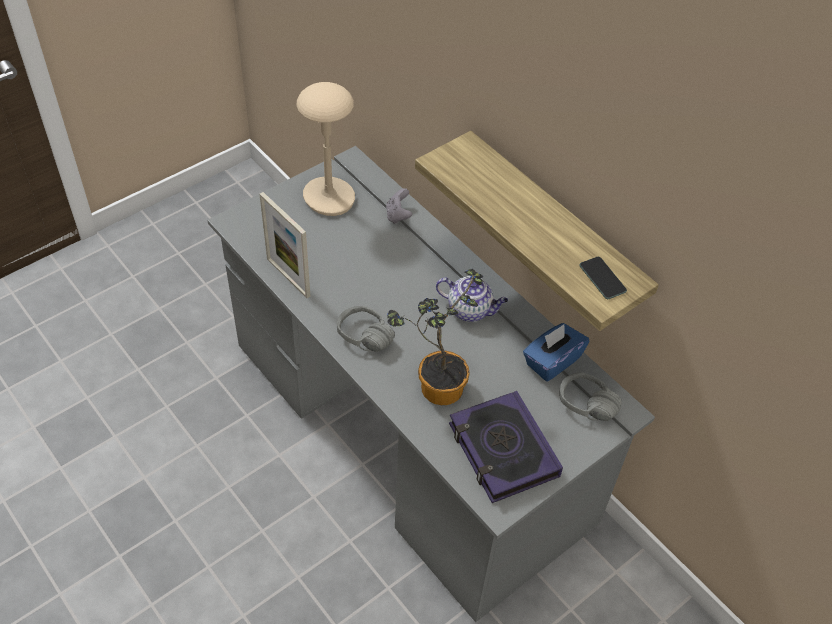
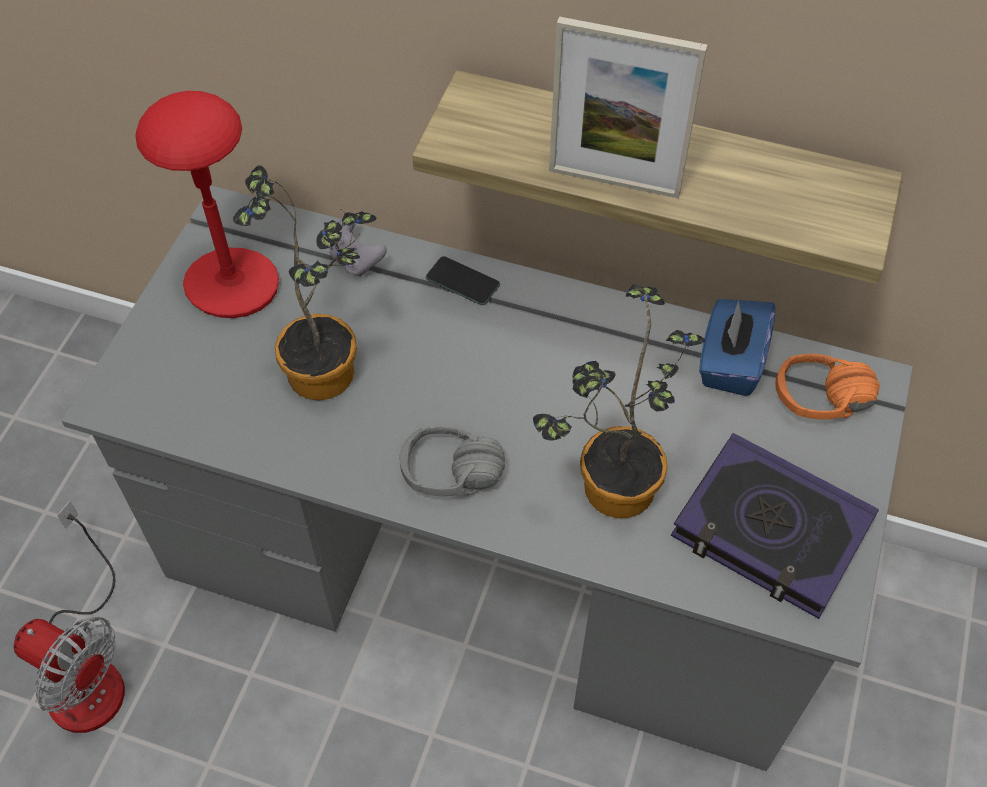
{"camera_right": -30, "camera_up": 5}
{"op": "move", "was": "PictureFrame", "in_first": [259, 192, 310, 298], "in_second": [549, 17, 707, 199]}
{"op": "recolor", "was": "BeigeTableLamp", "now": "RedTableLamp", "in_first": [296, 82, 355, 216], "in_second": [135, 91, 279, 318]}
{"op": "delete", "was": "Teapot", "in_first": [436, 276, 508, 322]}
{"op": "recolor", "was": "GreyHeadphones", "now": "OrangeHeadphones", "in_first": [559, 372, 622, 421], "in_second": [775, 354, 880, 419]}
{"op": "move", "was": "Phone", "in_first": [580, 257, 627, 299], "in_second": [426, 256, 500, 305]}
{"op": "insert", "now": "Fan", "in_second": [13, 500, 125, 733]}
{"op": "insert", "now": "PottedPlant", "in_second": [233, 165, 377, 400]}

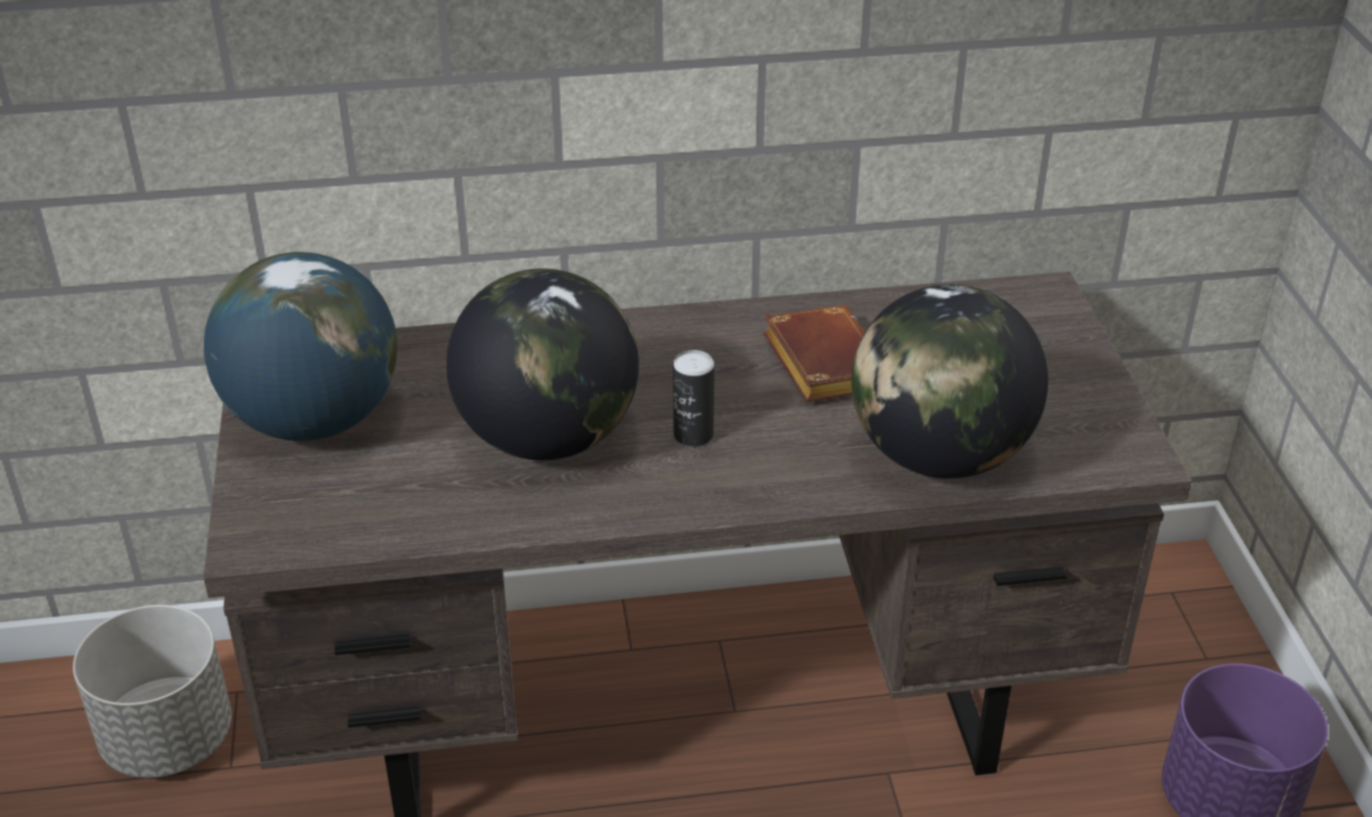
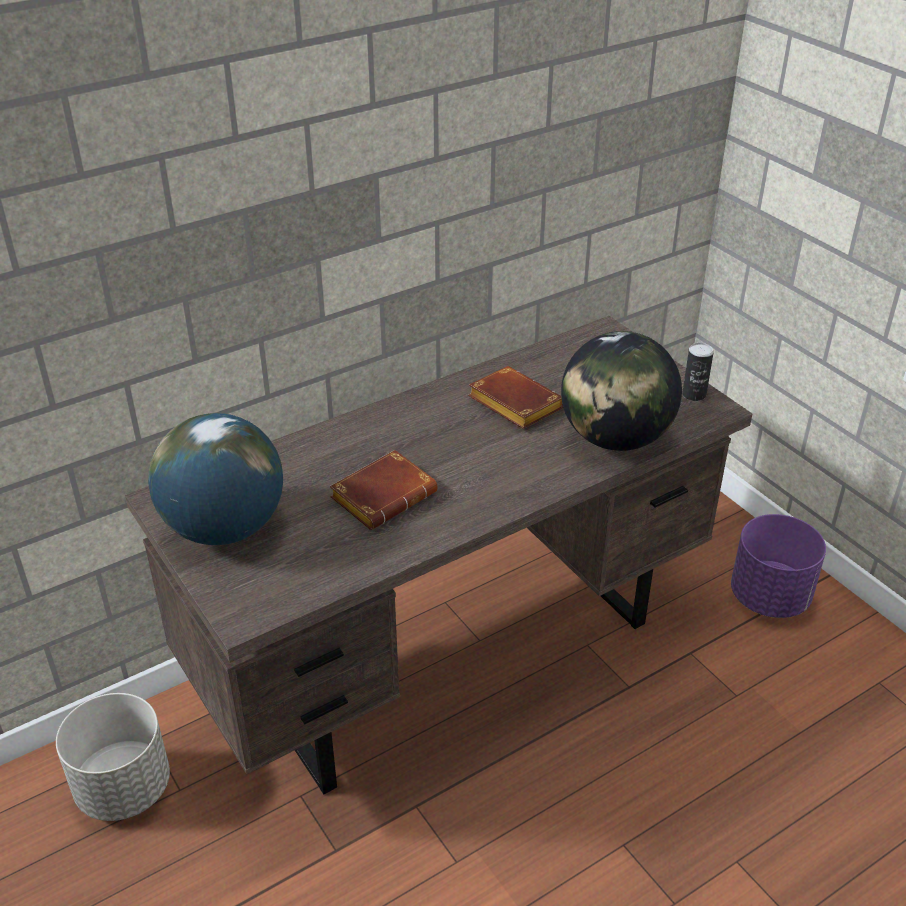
{"camera_right": -25, "camera_up": 0}
{"op": "replace", "was": "Globe", "now": "BrownBook", "in_first": [446, 268, 639, 460], "in_second": [330, 450, 438, 530]}
{"op": "move", "was": "Can", "in_first": [673, 350, 714, 447], "in_second": [682, 343, 714, 401]}

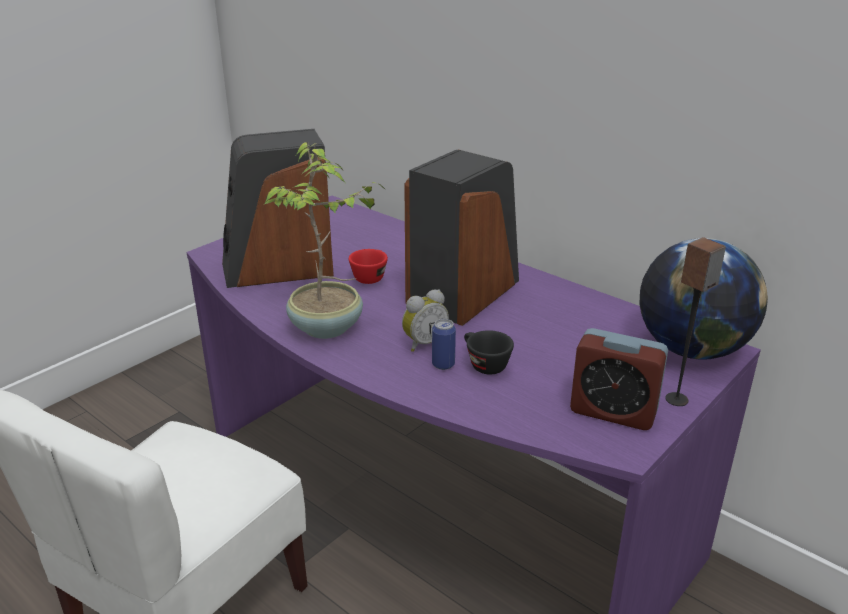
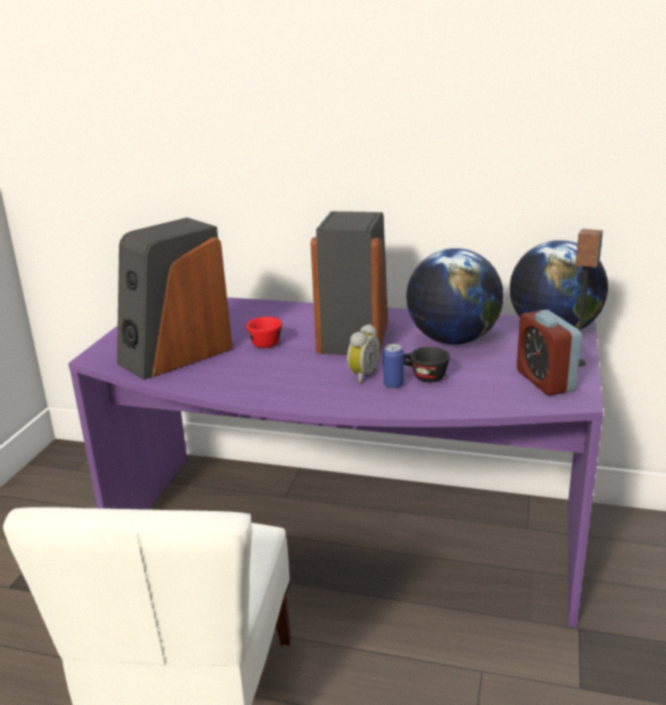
{"camera_right": -25, "camera_up": -5}
{"op": "delete", "was": "PottedPlant", "in_first": [263, 142, 385, 339]}
{"op": "rotate", "was": "AlarmClock", "in_first": [570, 328, 668, 430], "in_second": [517, 310, 582, 395], "clockwise": 75}
{"op": "insert", "now": "Globe", "in_second": [406, 248, 504, 345]}

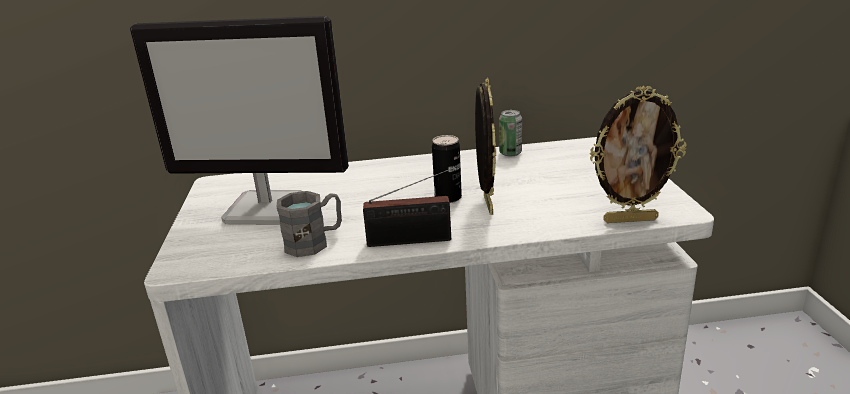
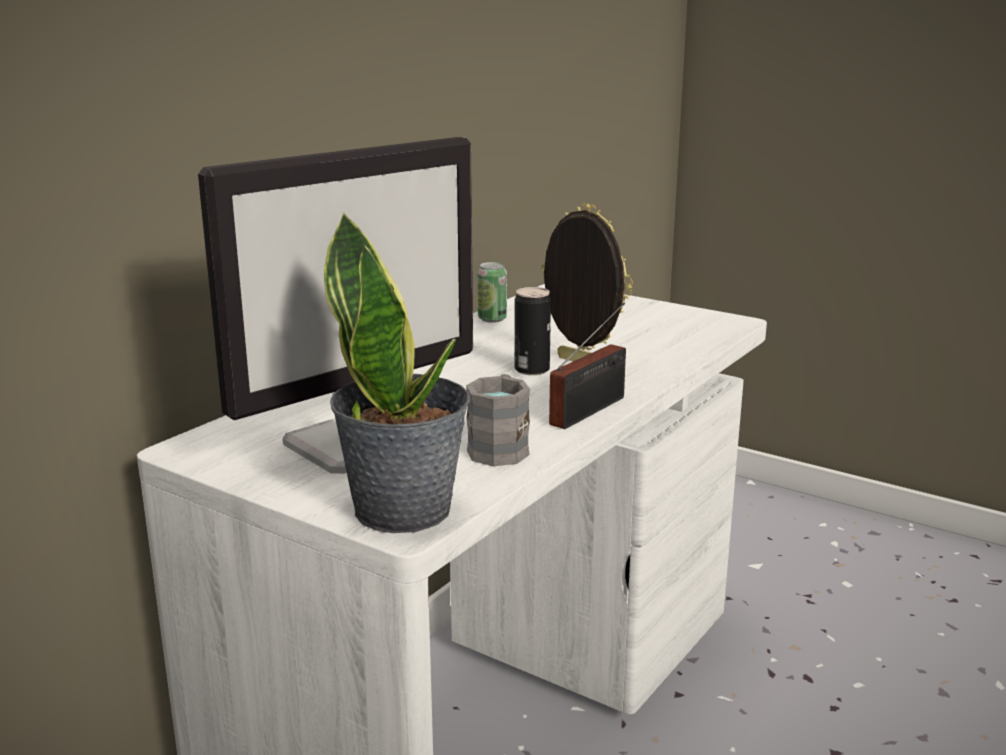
{"camera_right": -50, "camera_up": -5}
{"op": "delete", "was": "PictureFrame", "in_first": [589, 86, 686, 223]}
{"op": "insert", "now": "PottedPlant", "in_second": [324, 211, 470, 533]}

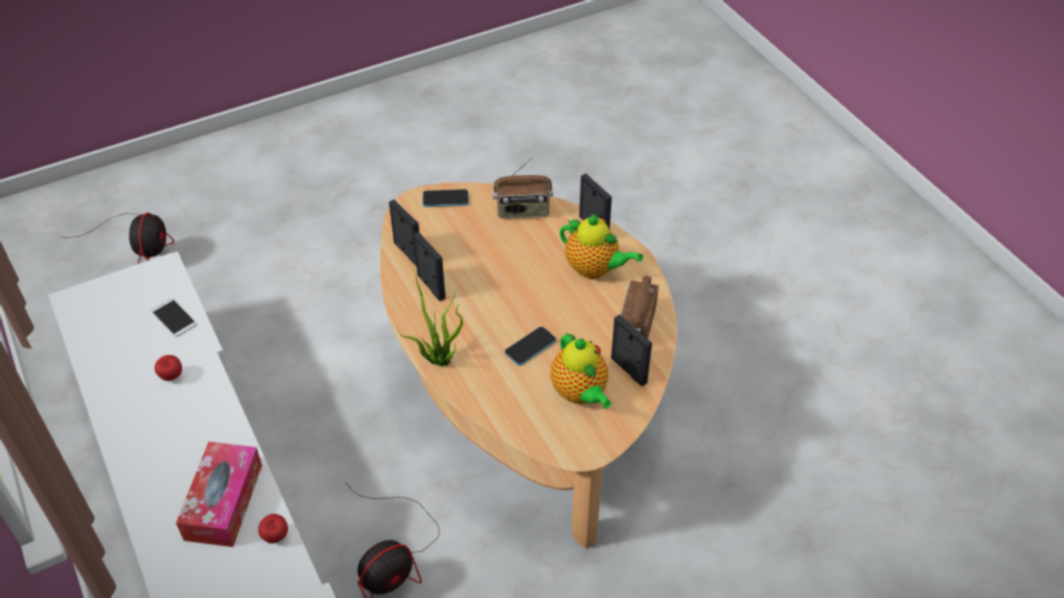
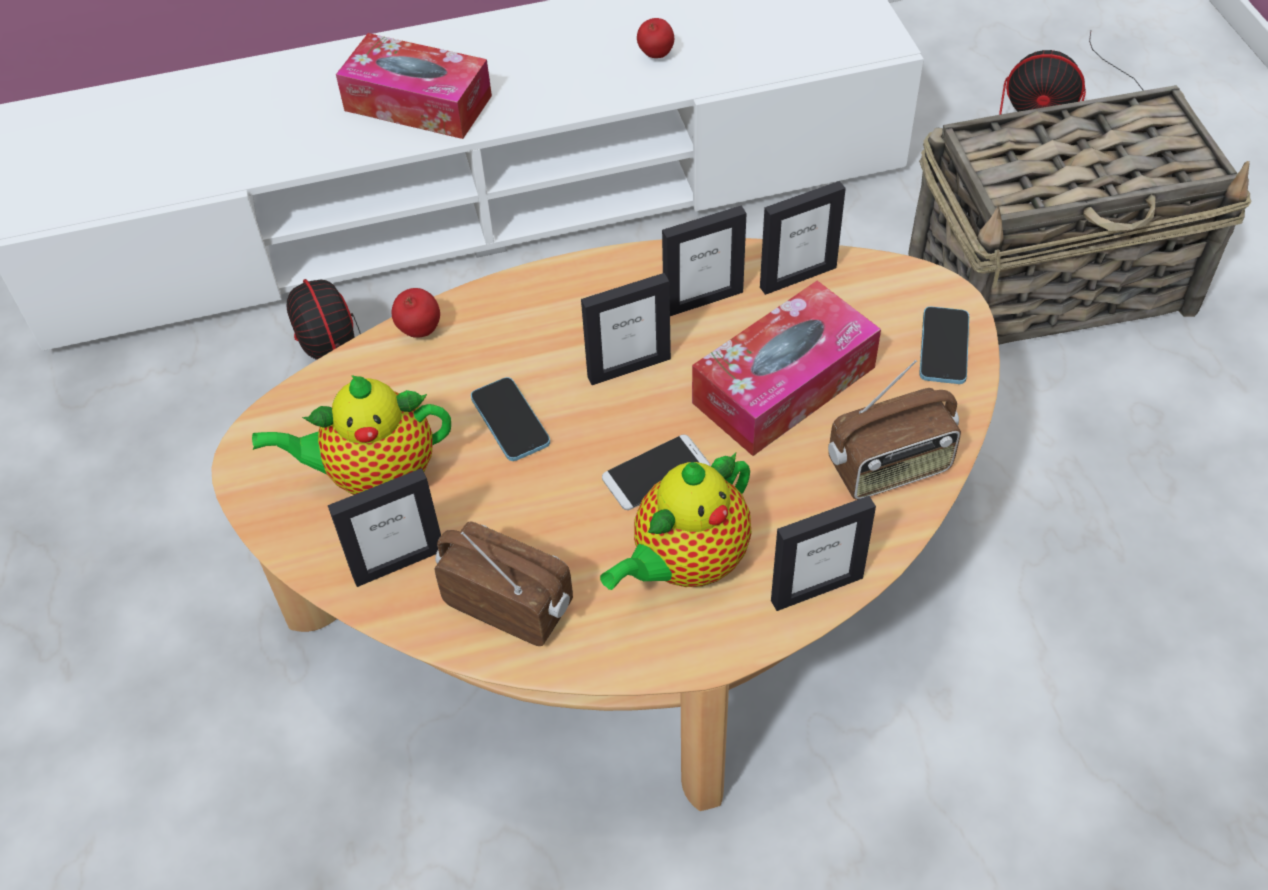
{"camera_right": 105, "camera_up": 5}
{"op": "move", "was": "Phone", "in_first": [152, 299, 196, 337], "in_second": [602, 435, 710, 510]}
{"op": "move", "was": "Apple", "in_first": [258, 514, 288, 543], "in_second": [392, 288, 440, 338]}
{"op": "delete", "was": "PottedPlant", "in_first": [397, 264, 463, 367]}
{"op": "rotate", "was": "Radio", "in_first": [493, 158, 553, 219], "in_second": [828, 360, 961, 500], "clockwise": -120}
{"op": "insert", "now": "PictureFrame", "in_second": [581, 273, 671, 385]}
{"op": "insert", "now": "TissueBox", "in_second": [692, 281, 881, 456]}
{"op": "insert", "now": "Basket", "in_second": [908, 85, 1252, 345]}

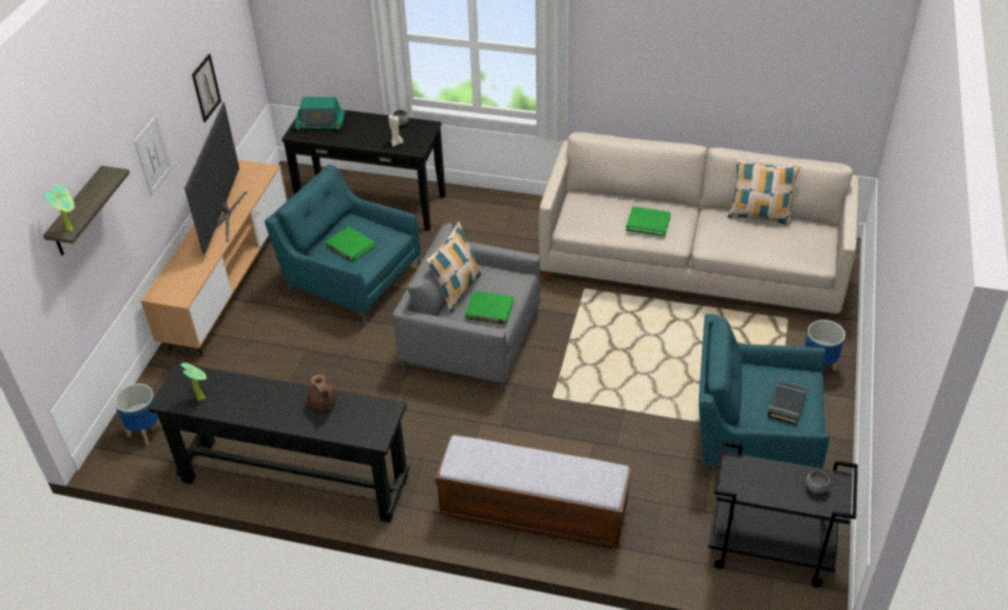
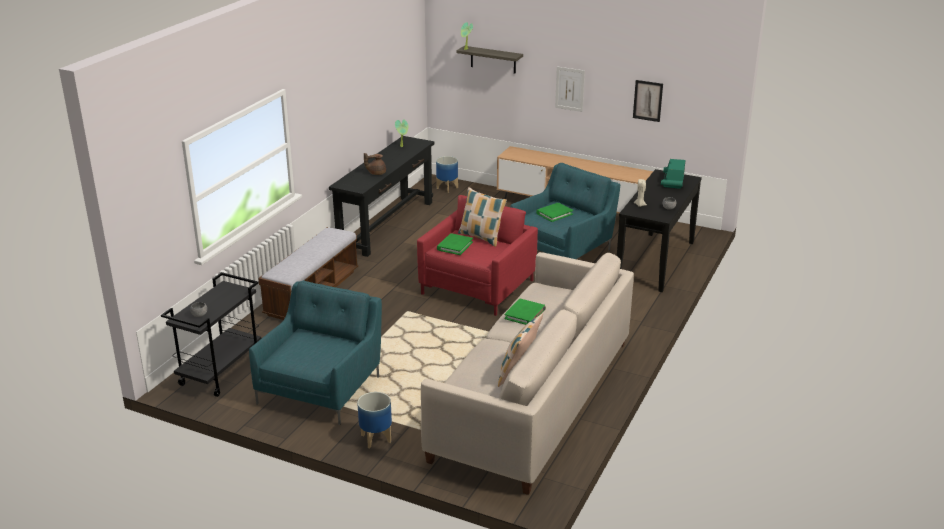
{"camera_right": 100, "camera_up": -15}
{"op": "delete", "was": "Television", "in_first": [184, 102, 247, 254]}
{"op": "recolor", "was": "GreyArmchair", "now": "RedArmchair", "in_first": [393, 223, 540, 394], "in_second": [417, 195, 538, 316]}
{"op": "delete", "was": "BlackBook", "in_first": [767, 380, 807, 425]}

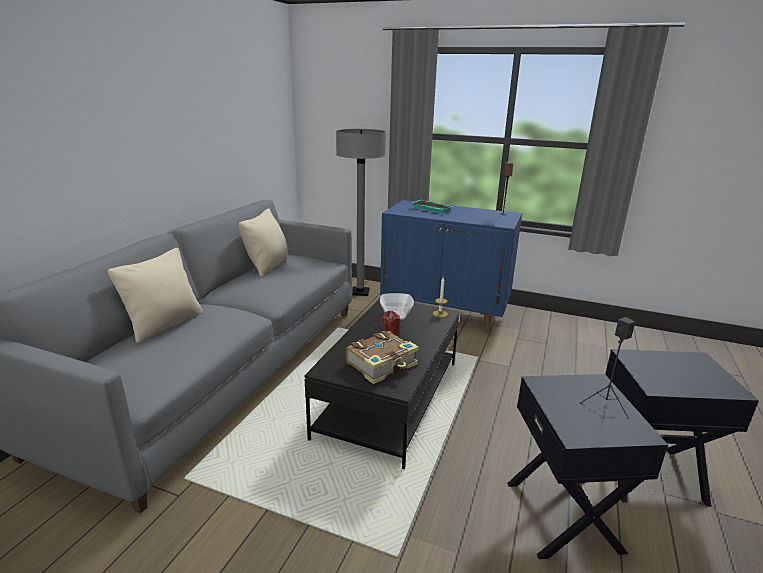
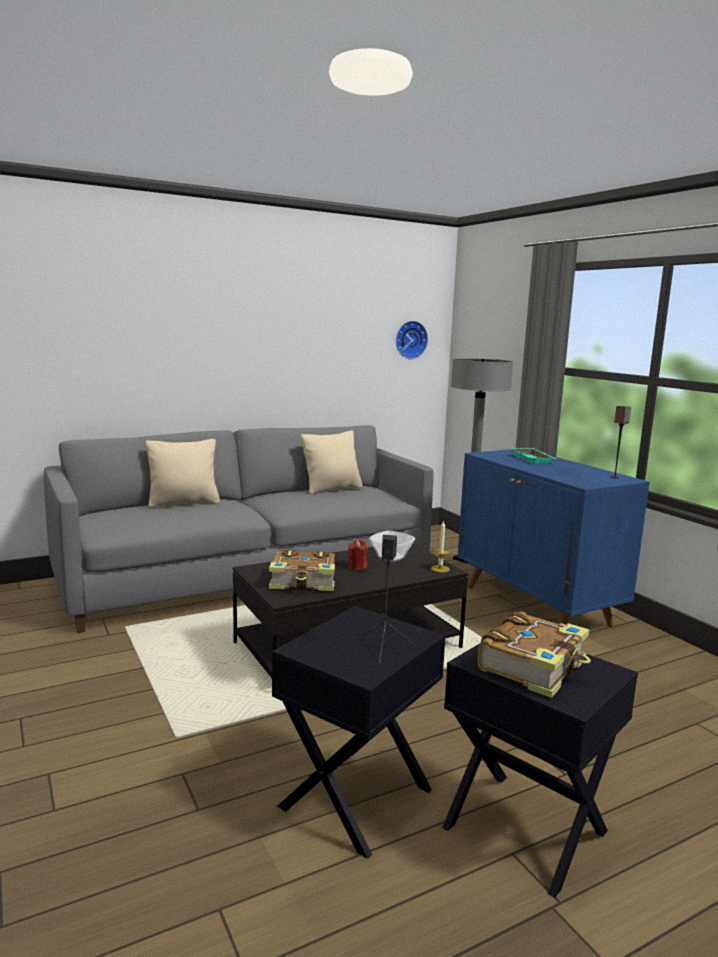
{"camera_right": 40, "camera_up": -10}
{"op": "insert", "now": "WallClock", "in_second": [396, 321, 428, 360]}
{"op": "insert", "now": "Book", "in_second": [477, 611, 591, 698]}

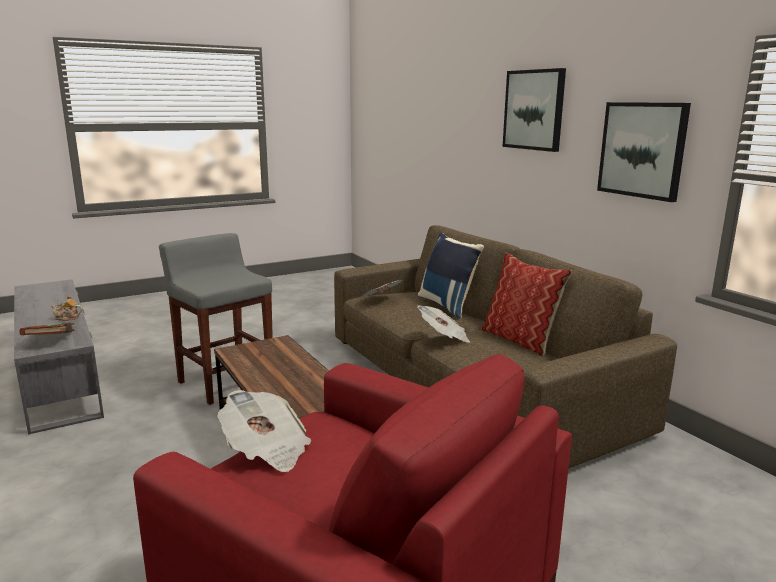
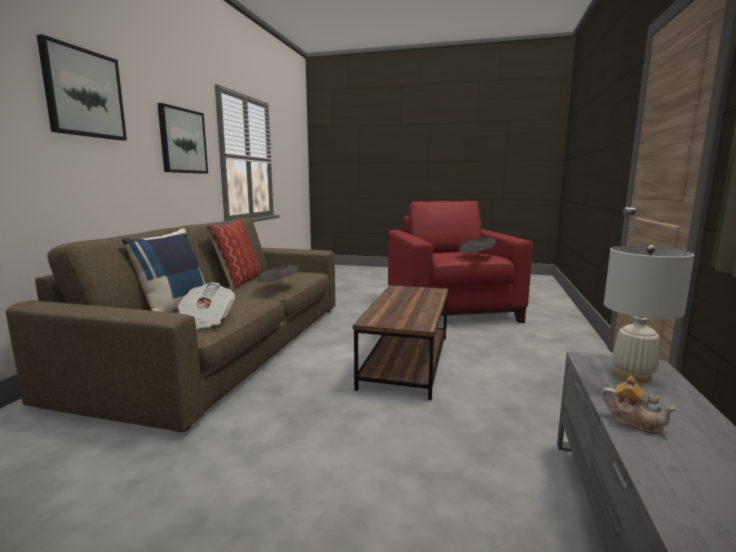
{"camera_right": -135, "camera_up": -5}
{"op": "replace", "was": "BrownBook", "now": "WhiteTableLamp", "in_first": [19, 322, 75, 335], "in_second": [604, 245, 694, 383]}
{"op": "delete", "was": "GreyStool", "in_first": [159, 233, 273, 405]}

